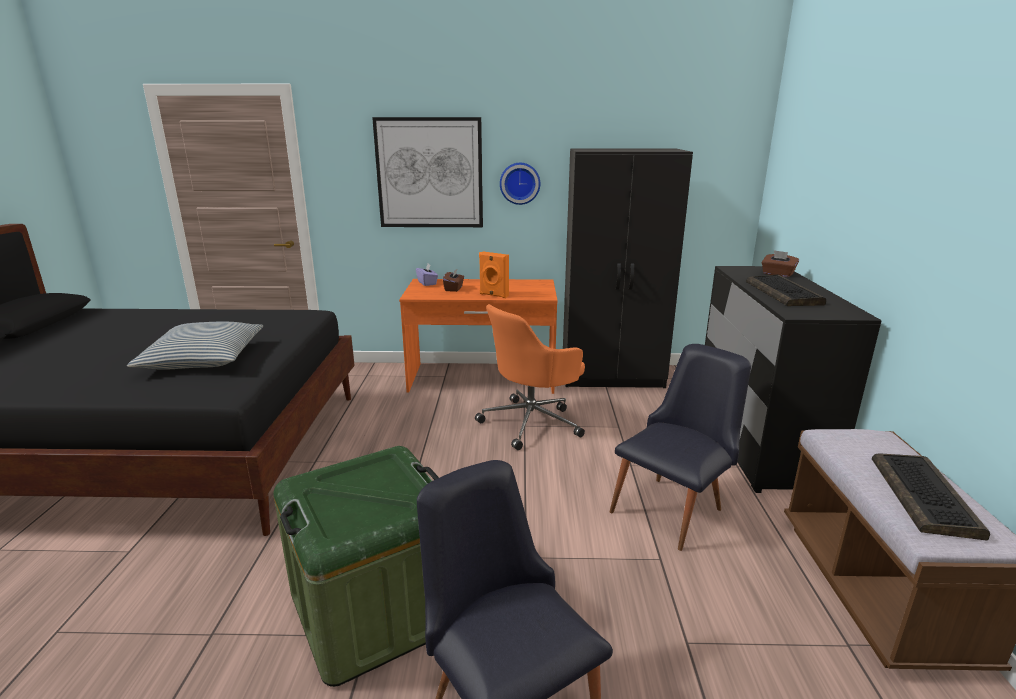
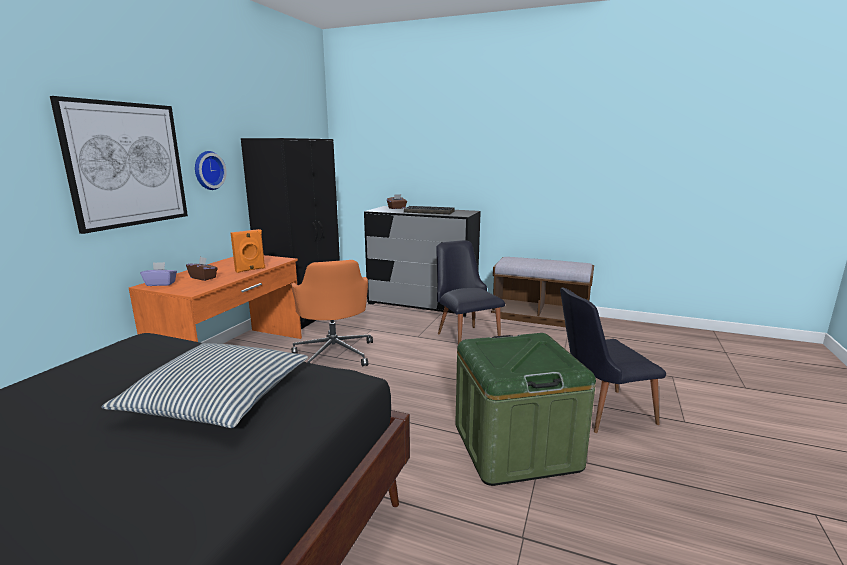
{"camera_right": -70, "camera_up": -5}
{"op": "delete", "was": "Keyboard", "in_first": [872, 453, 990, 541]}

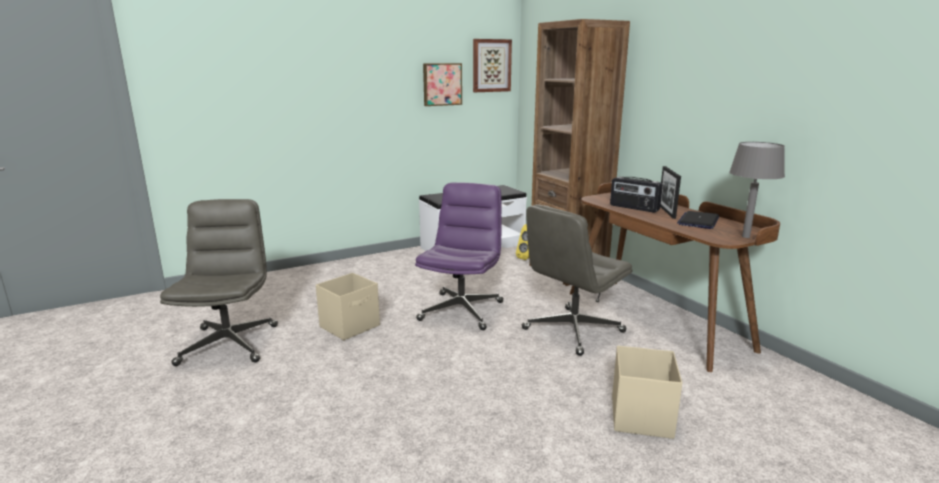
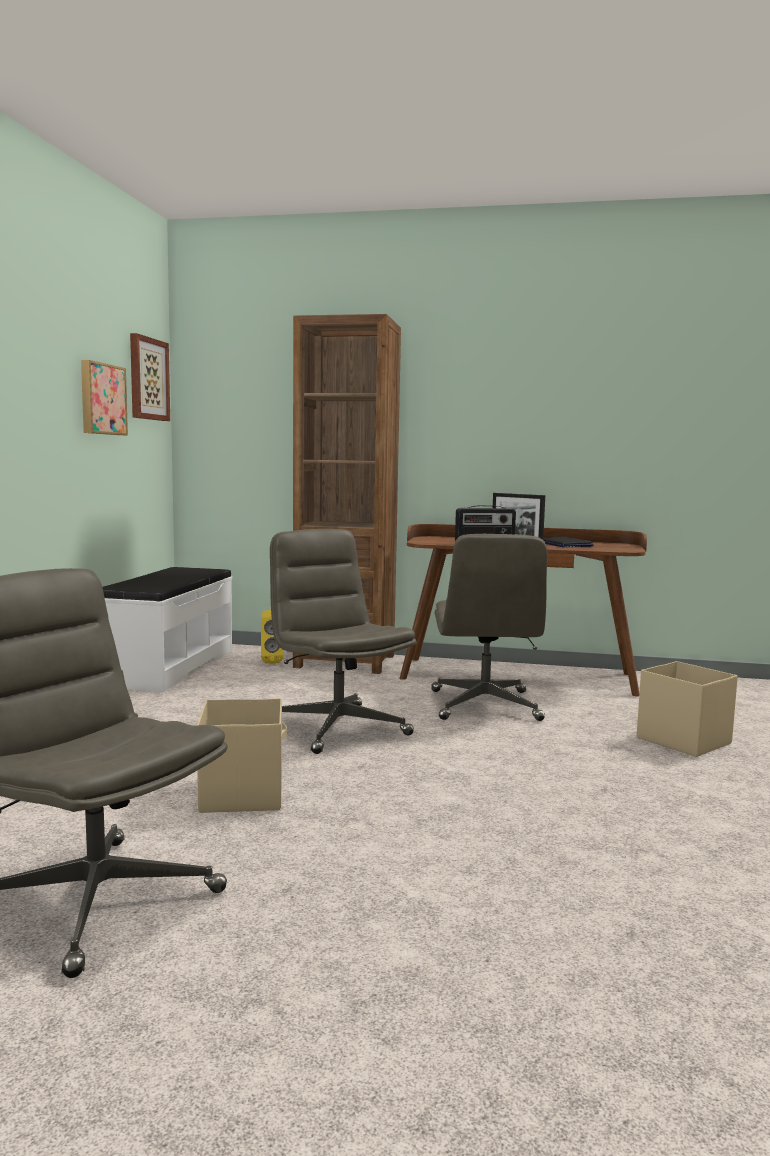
{"camera_right": -50, "camera_up": -10}
{"op": "recolor", "was": "PurpleOfficeChair", "now": "GreyOfficeChair", "in_first": [415, 182, 504, 330], "in_second": [270, 529, 417, 754]}
{"op": "delete", "was": "GreyTableLamp", "in_first": [729, 142, 785, 238]}

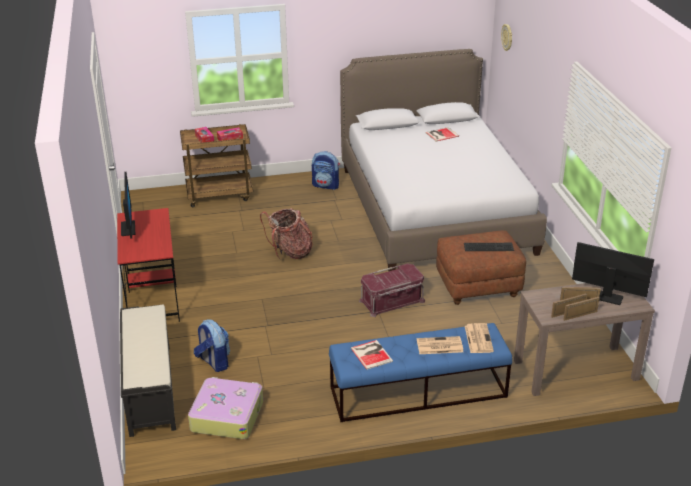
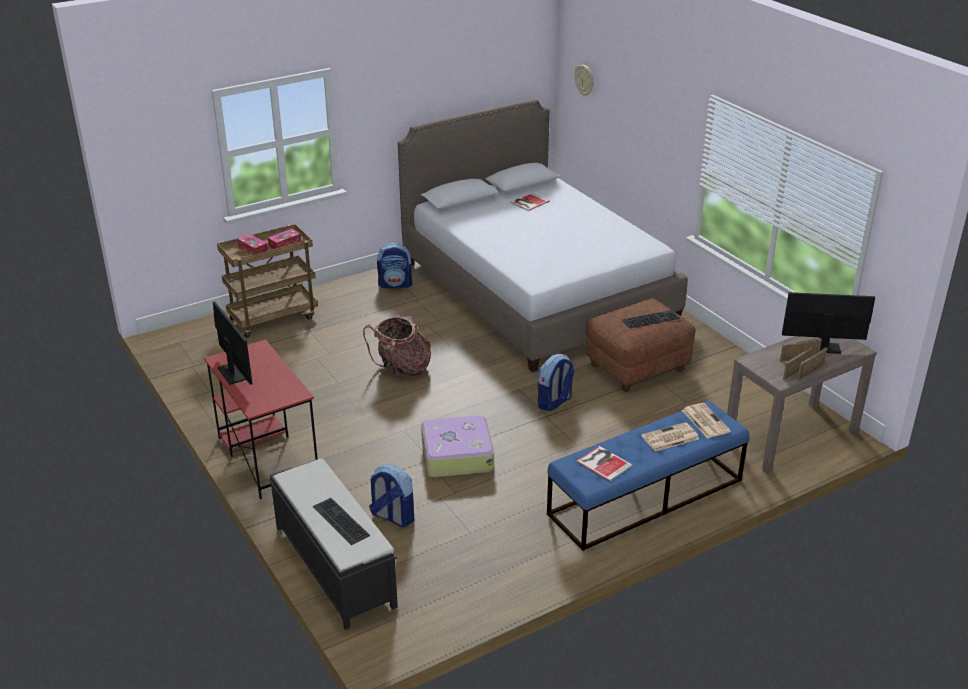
{"camera_right": -20, "camera_up": 0}
{"op": "move", "was": "Suitcase", "in_first": [188, 377, 263, 439], "in_second": [421, 415, 494, 477]}
{"op": "replace", "was": "RedStorageBox", "now": "Backpack", "in_first": [359, 264, 425, 317], "in_second": [537, 354, 575, 411]}
{"op": "insert", "now": "Keyboard", "in_second": [313, 498, 370, 545]}

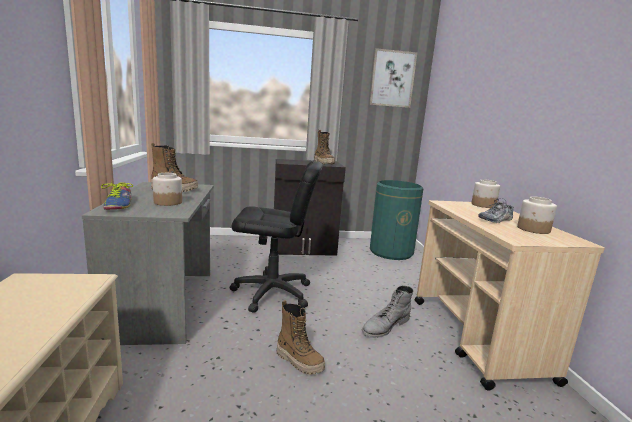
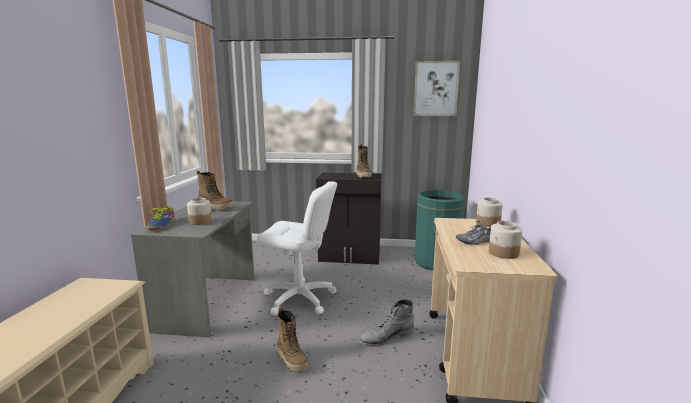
{"camera_right": 15, "camera_up": 0}
{"op": "recolor", "was": "BlackOfficeChair", "now": "WhiteOfficeChair", "in_first": [230, 161, 323, 313], "in_second": [257, 181, 337, 315]}

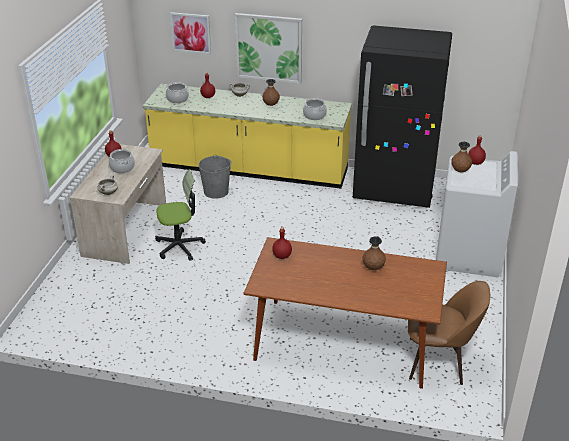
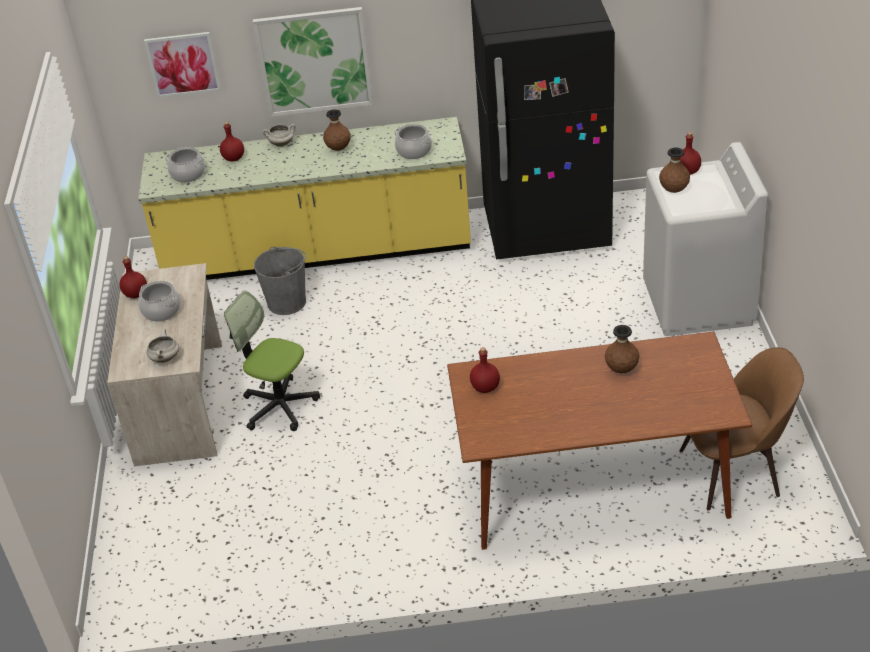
{"camera_right": -15, "camera_up": 5}
{"op": "rotate", "was": "OfficeChair", "in_first": [155, 169, 206, 261], "in_second": [224, 291, 320, 431], "clockwise": -120}

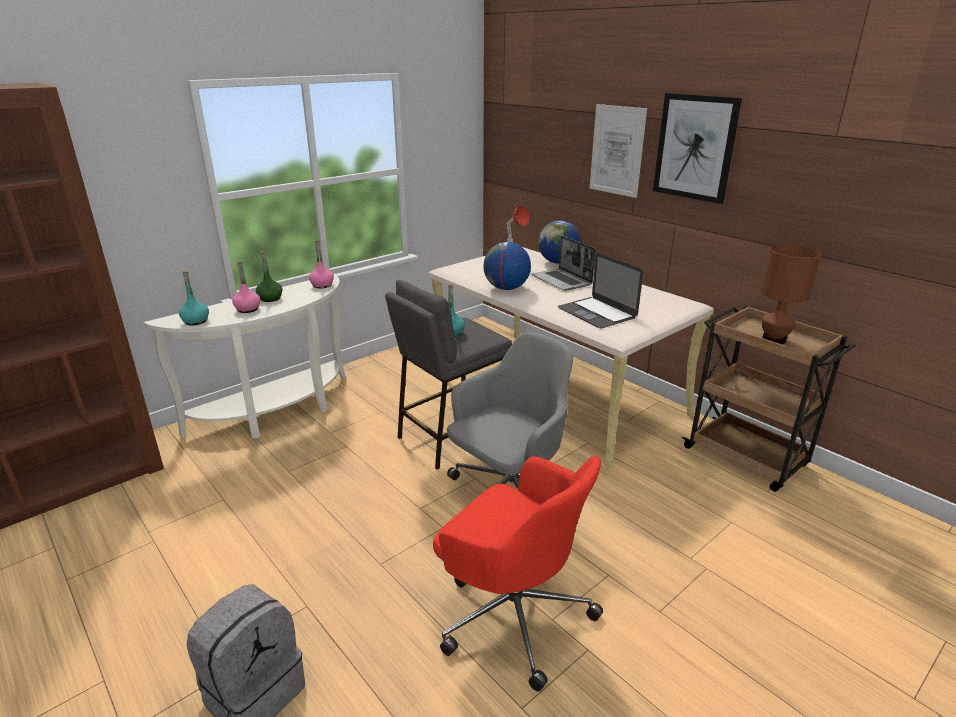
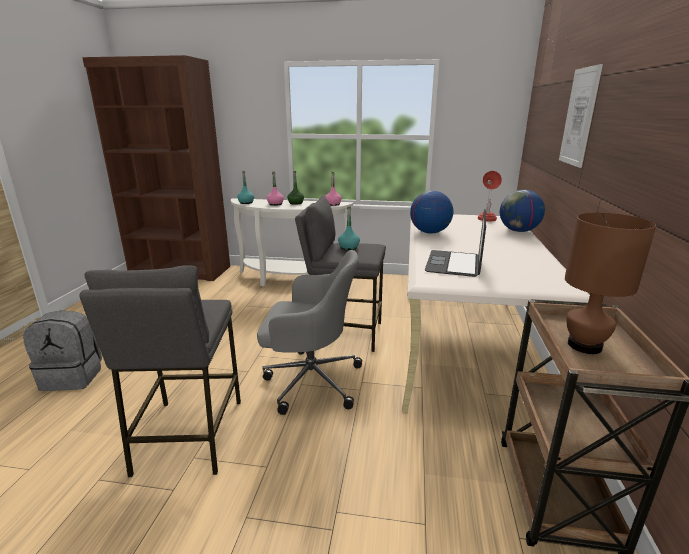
{"camera_right": 50, "camera_up": -5}
{"op": "replace", "was": "RedOfficeChair", "now": "GreyStool", "in_first": [433, 456, 603, 691], "in_second": [80, 265, 241, 477]}
{"op": "delete", "was": "Laptop", "in_first": [532, 236, 595, 291]}
{"op": "delete", "was": "Picture", "in_first": [653, 93, 742, 204]}

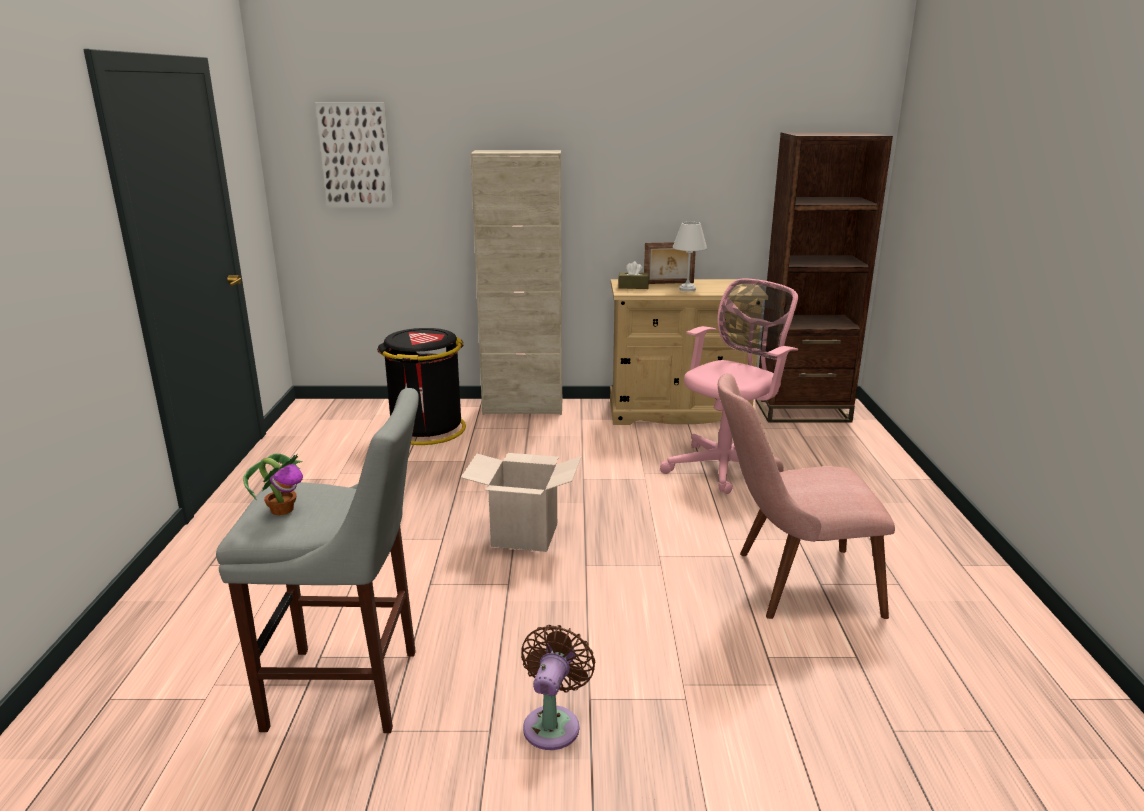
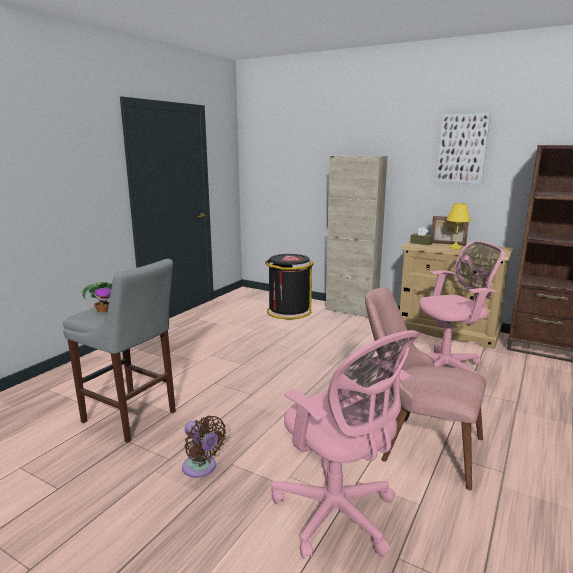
{"camera_right": 30, "camera_up": -5}
{"op": "move", "was": "Picture", "in_first": [315, 103, 393, 207], "in_second": [436, 113, 490, 184]}
{"op": "delete", "was": "CardboardBox", "in_first": [461, 453, 582, 552]}
{"op": "rotate", "was": "BrownFan", "in_first": [521, 625, 595, 750], "in_second": [182, 416, 226, 478], "clockwise": 90}
{"op": "recolor", "was": "WhiteTableLamp", "now": "YellowTableLamp", "in_first": [673, 222, 707, 291], "in_second": [446, 203, 471, 249]}
{"op": "insert", "now": "PinkOfficeChair", "in_second": [271, 330, 419, 559]}

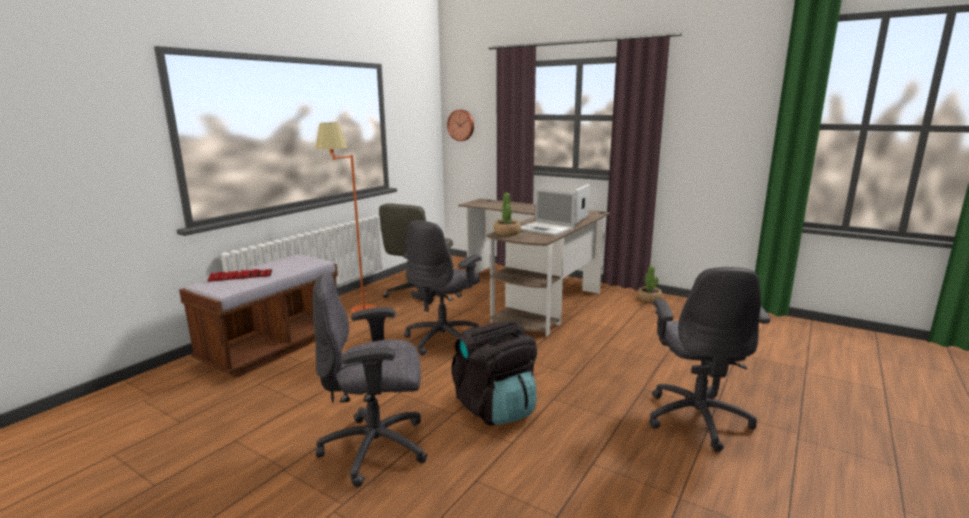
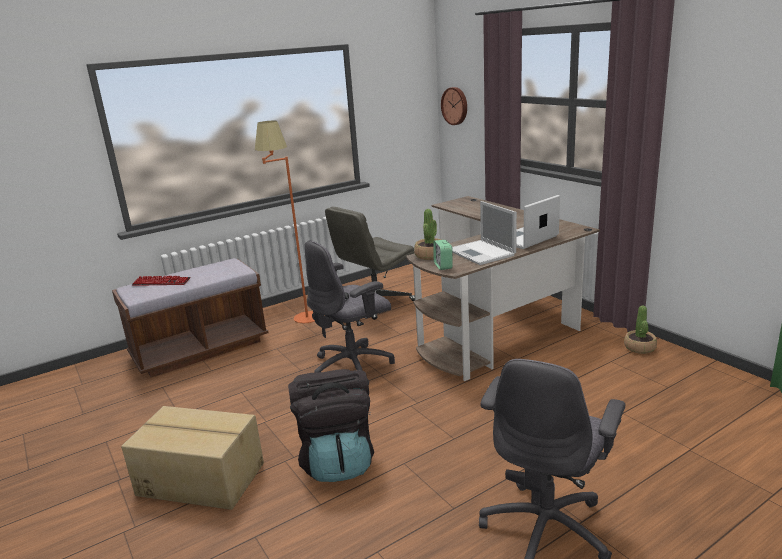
{"camera_right": 25, "camera_up": 5}
{"op": "replace", "was": "GreyOfficeChair", "now": "CardboardBox", "in_first": [313, 272, 428, 487], "in_second": [121, 406, 264, 510]}
{"op": "insert", "now": "AlarmClock", "in_second": [433, 240, 453, 270]}

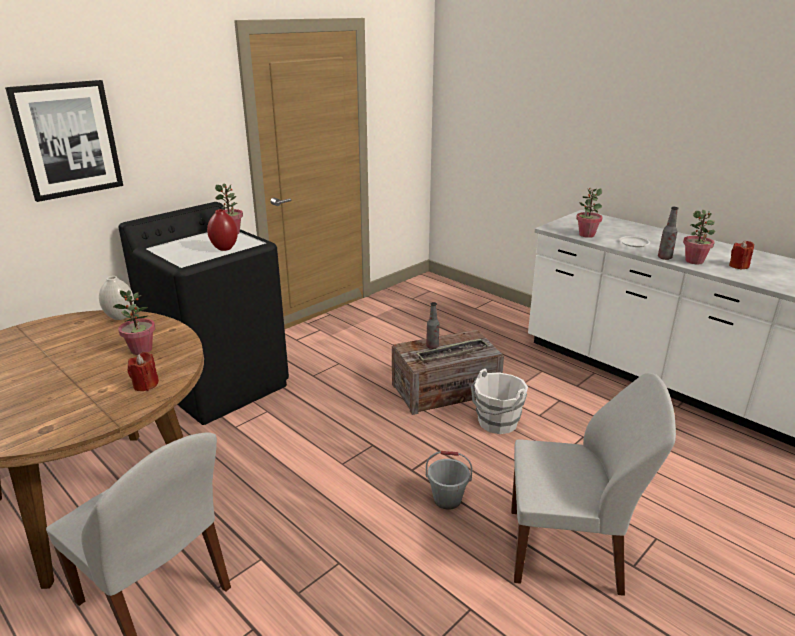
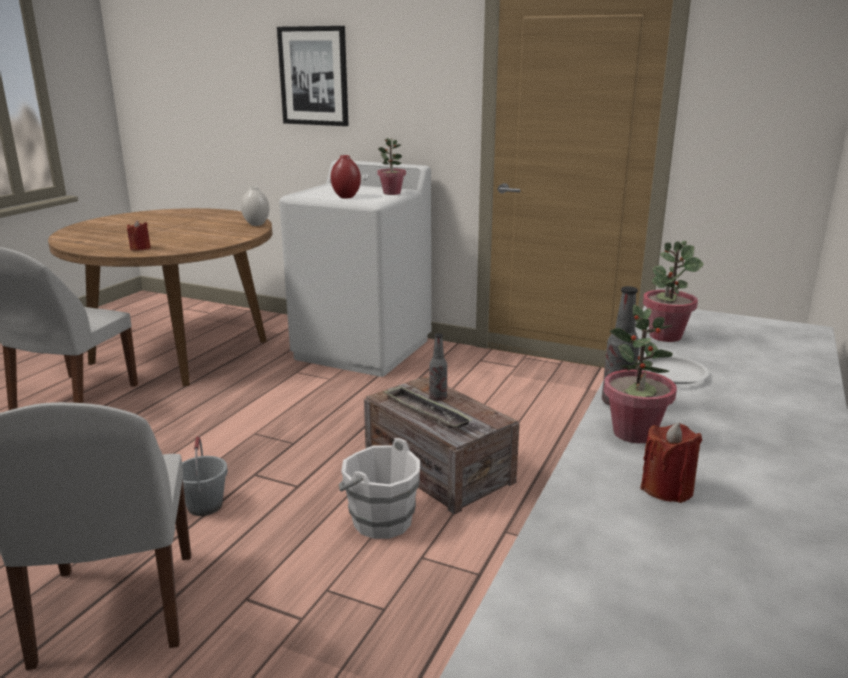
{"camera_right": 70, "camera_up": -5}
{"op": "delete", "was": "PottedPlant", "in_first": [113, 290, 155, 355]}
{"op": "recolor", "was": "BlackWashingMachine", "now": "WhiteWashingMachine", "in_first": [118, 202, 289, 425], "in_second": [279, 160, 431, 377]}

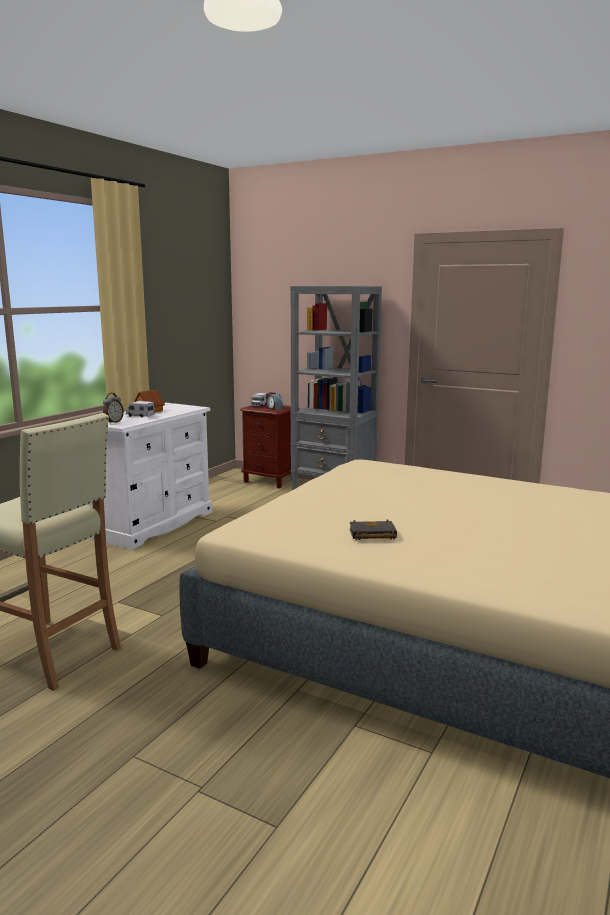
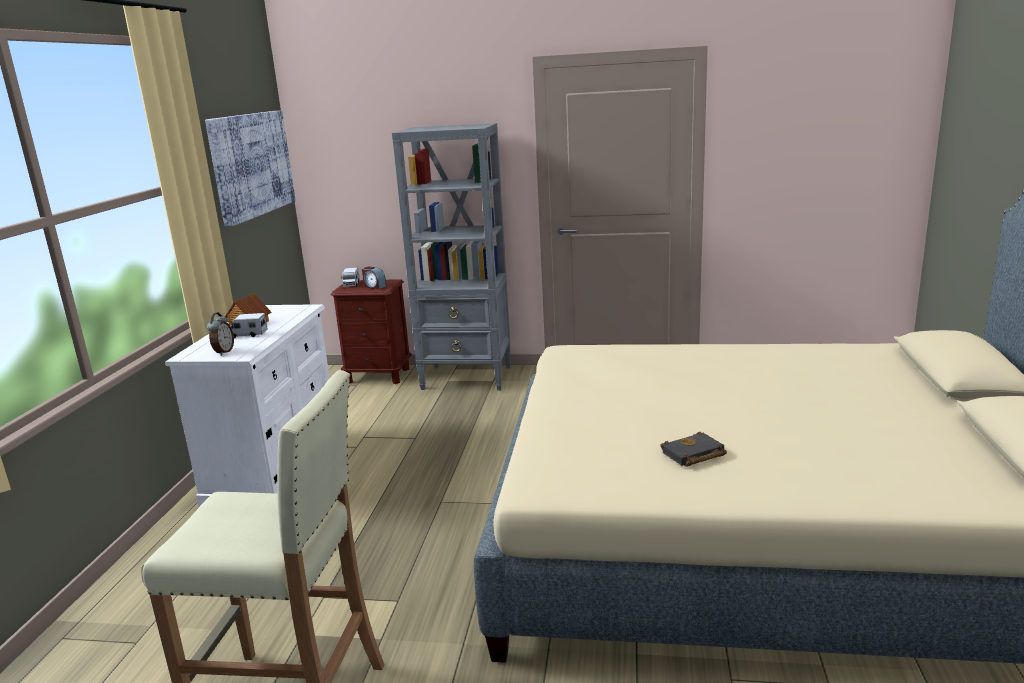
{"camera_right": -20, "camera_up": 5}
{"op": "insert", "now": "Picture", "in_second": [205, 110, 296, 227]}

